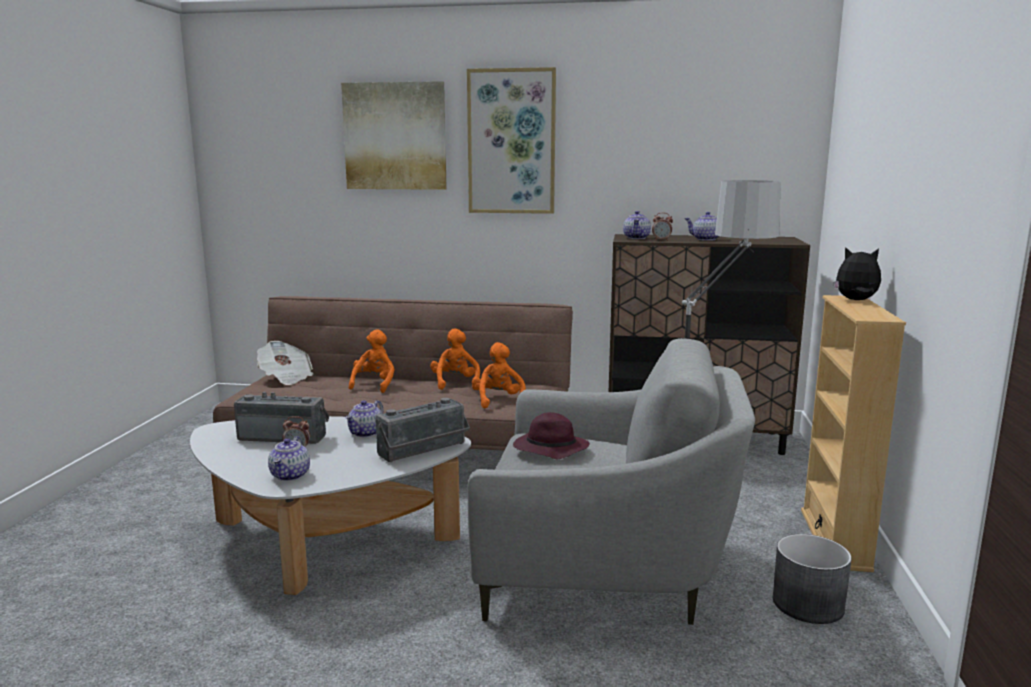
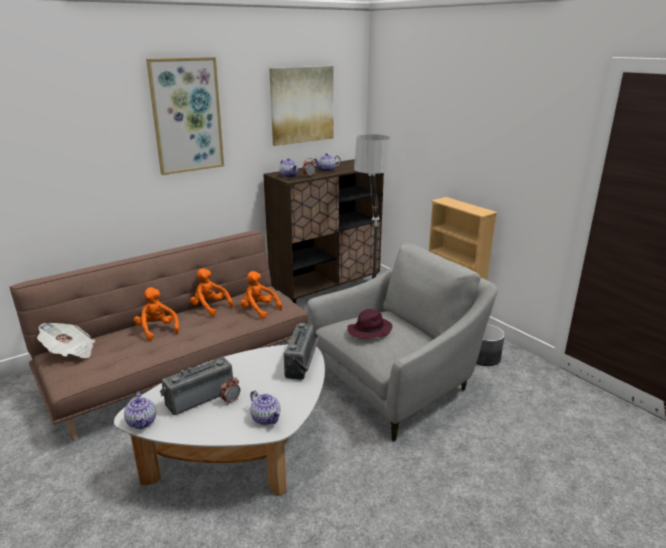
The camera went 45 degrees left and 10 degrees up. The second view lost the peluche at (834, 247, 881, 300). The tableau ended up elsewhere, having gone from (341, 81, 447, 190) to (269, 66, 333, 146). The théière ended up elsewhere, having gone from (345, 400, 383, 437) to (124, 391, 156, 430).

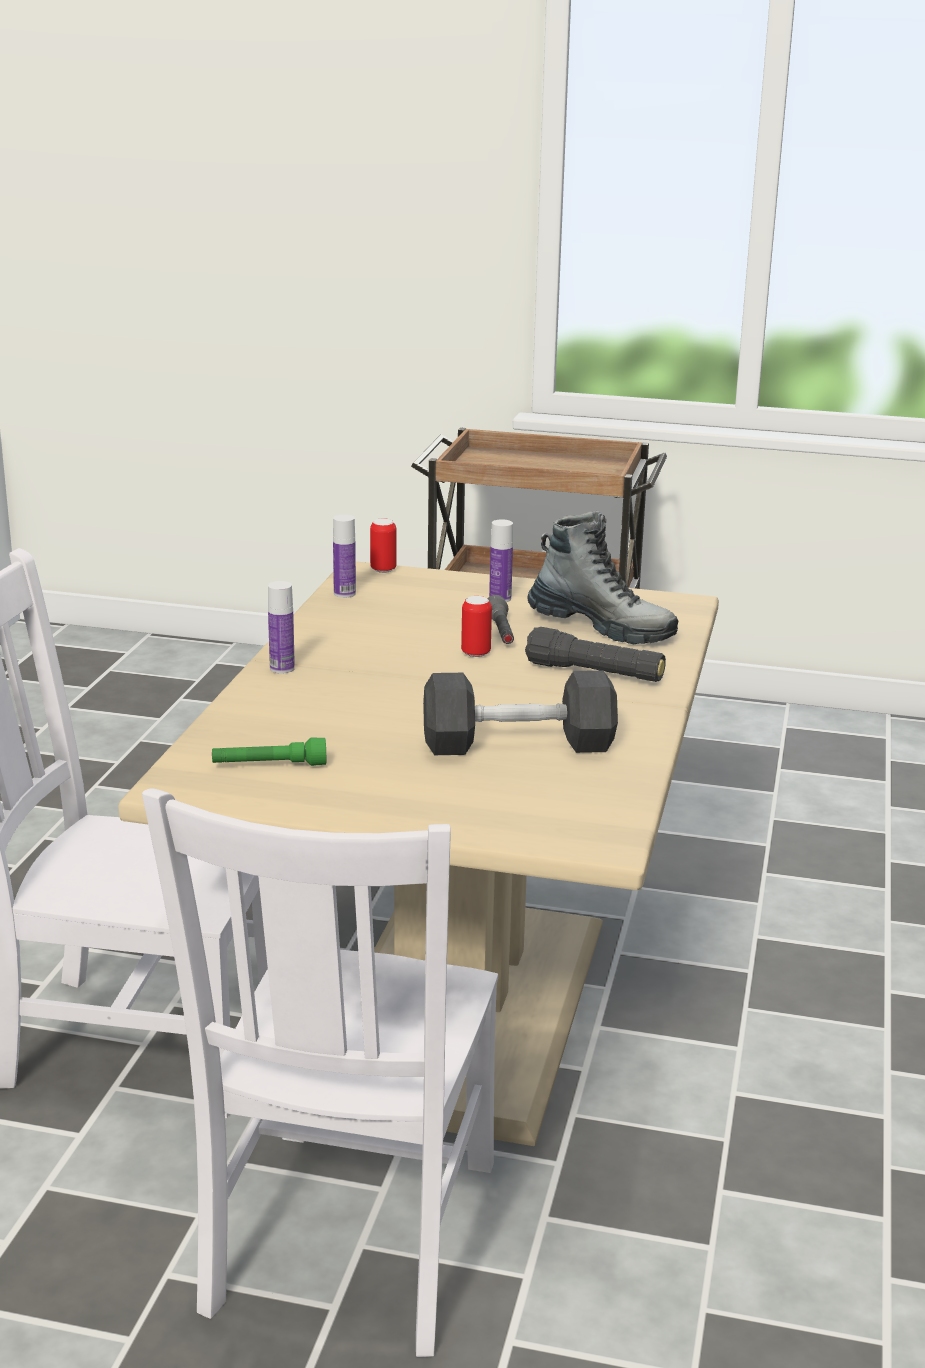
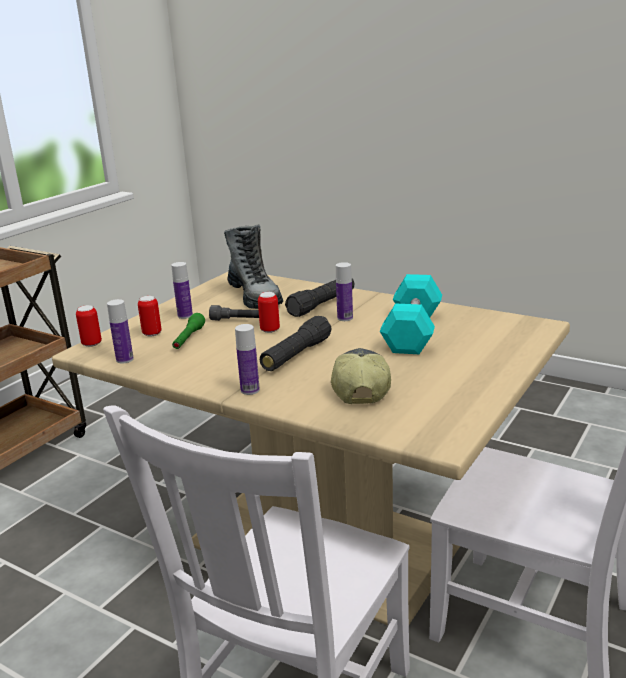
The camera went 70 degrees left and 0 degrees up. The second view gained the boîte métallique at (138, 296, 162, 336). The second view gained the lampe de poche/noir at (260, 316, 332, 371). The second view gained the casquette at (331, 348, 391, 404). The second view gained the bouteille at (336, 262, 353, 321). The lampe de poche/vert ended up elsewhere, having gone from (212, 738, 326, 766) to (172, 313, 205, 349). What was the haltère/gris at (423, 670, 618, 755) turned into the haltère/turquoise at (380, 274, 442, 354). The botte at (528, 511, 678, 644) ended up facing another way, 105 degrees clockwise from before.

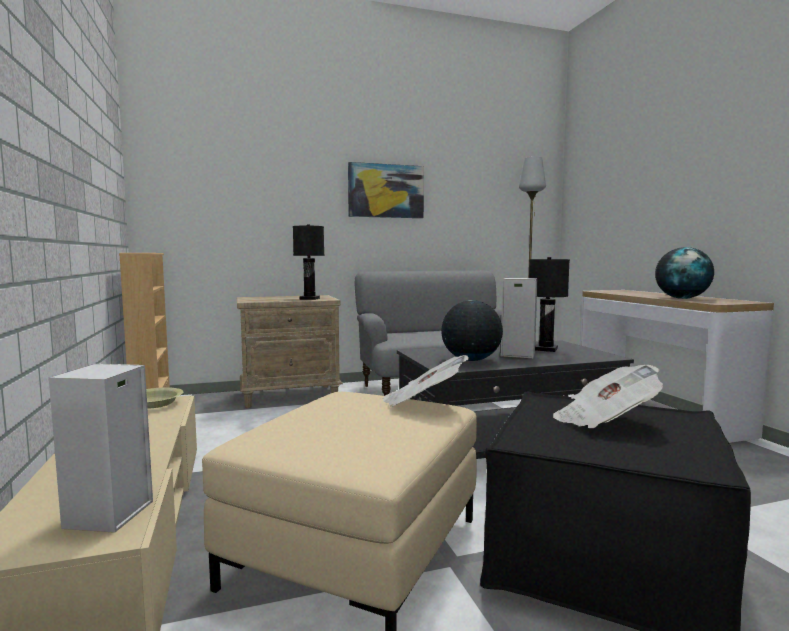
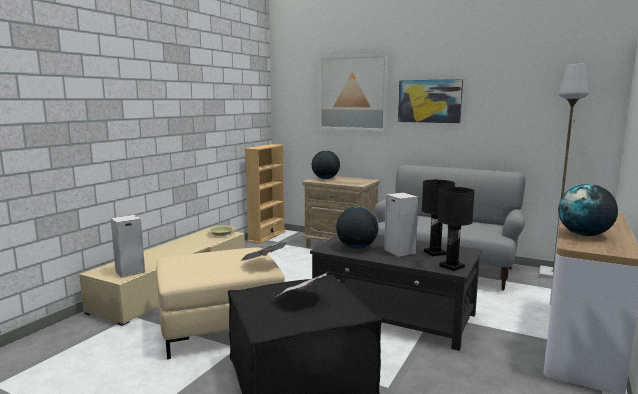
The camera went 45 degrees right and 5 degrees up. The second view gained the globe at (312, 150, 340, 179). The second view gained the tableau at (319, 53, 389, 131). The lampe de table/noir ended up elsewhere, having gone from (293, 225, 324, 300) to (437, 187, 475, 271).

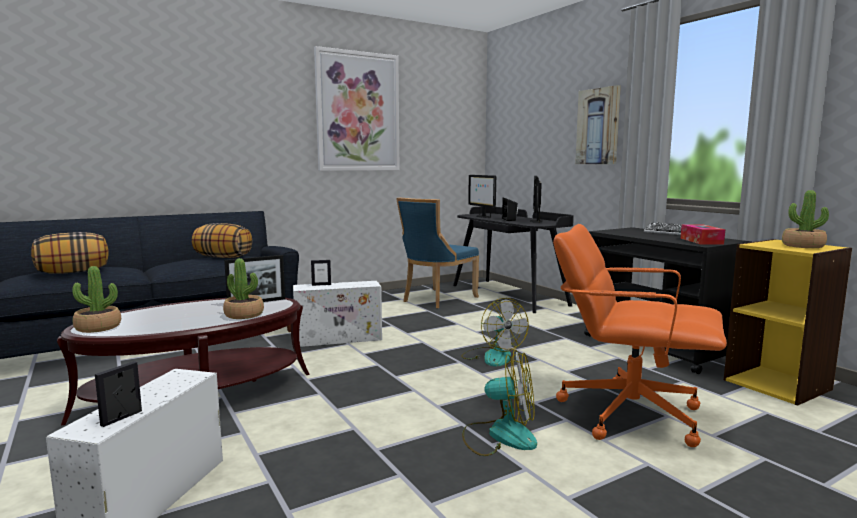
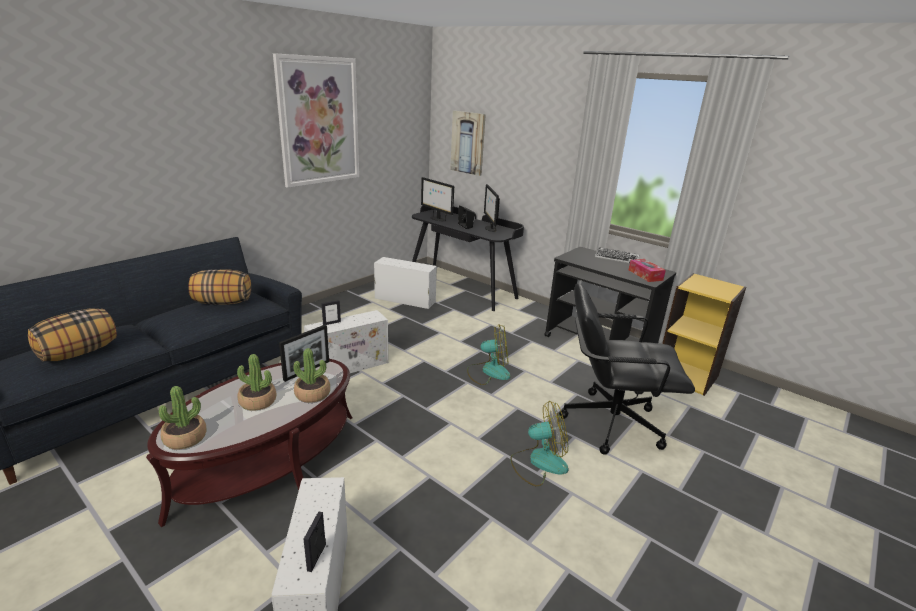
The camera went 20 degrees left and 15 degrees up. The tableau ended up elsewhere, having gone from (575, 85, 621, 164) to (450, 111, 486, 176). The plante en pot ended up elsewhere, having gone from (782, 190, 829, 248) to (237, 354, 276, 411). Where the chaise/bleu stood at (396, 198, 479, 309), the boîte de rangement/blanc came to stand at (374, 257, 437, 309). What was the chaise de bureau/orange at (553, 224, 727, 447) turned into the chaise de bureau/noir at (559, 283, 695, 455). The ventilateur at (461, 298, 529, 366) ended up facing another way, 45 degrees counterclockwise from before.

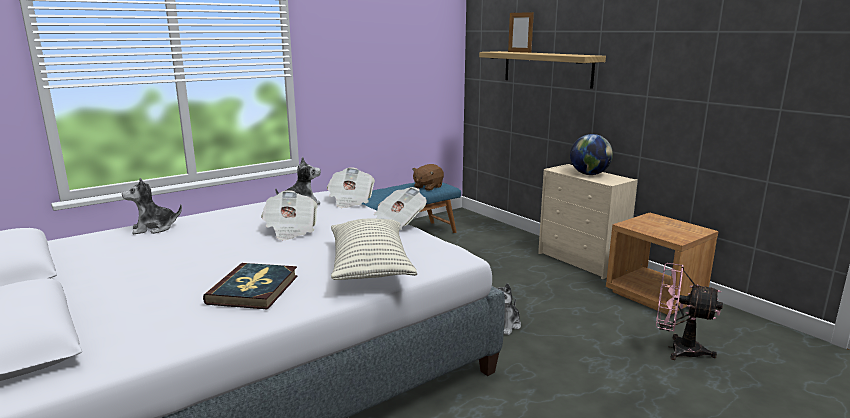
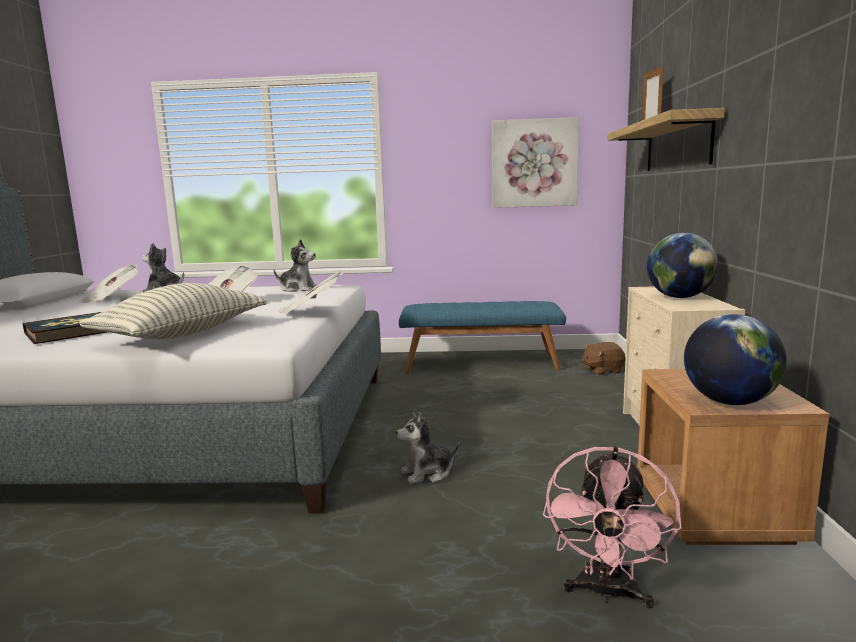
The camera went 40 degrees right and 5 degrees down. The second view gained the tableau at (492, 117, 579, 208). The second view gained the globe at (684, 314, 787, 405). The journal ended up elsewhere, having gone from (327, 167, 375, 208) to (79, 264, 139, 303). The peluche/marron ended up elsewhere, having gone from (412, 164, 444, 191) to (582, 342, 625, 375). The ventilateur/rose at (656, 263, 723, 360) ended up facing another way, 135 degrees counterclockwise from before.

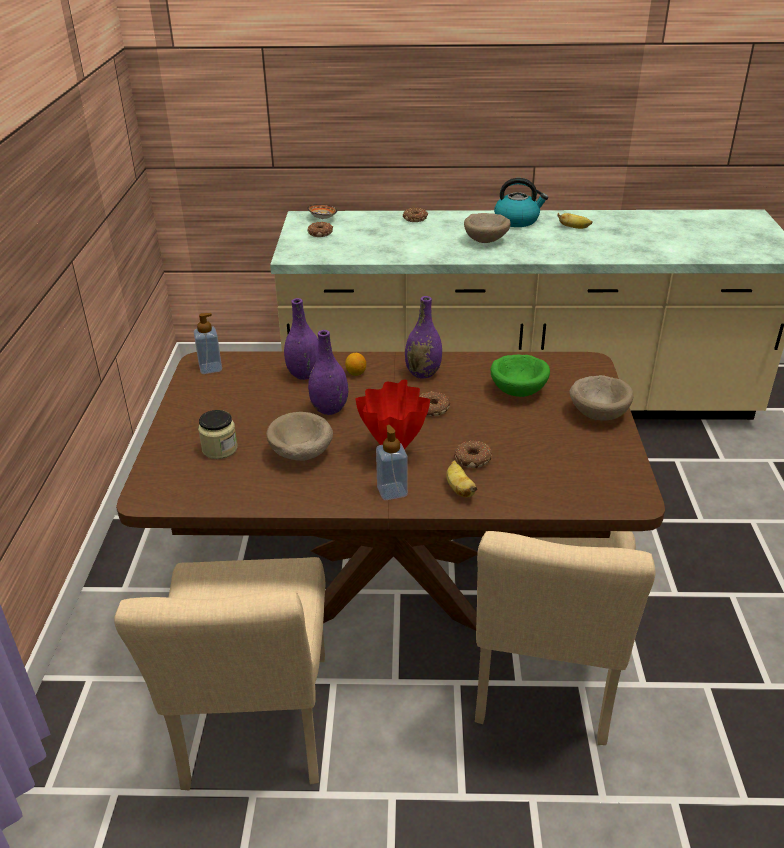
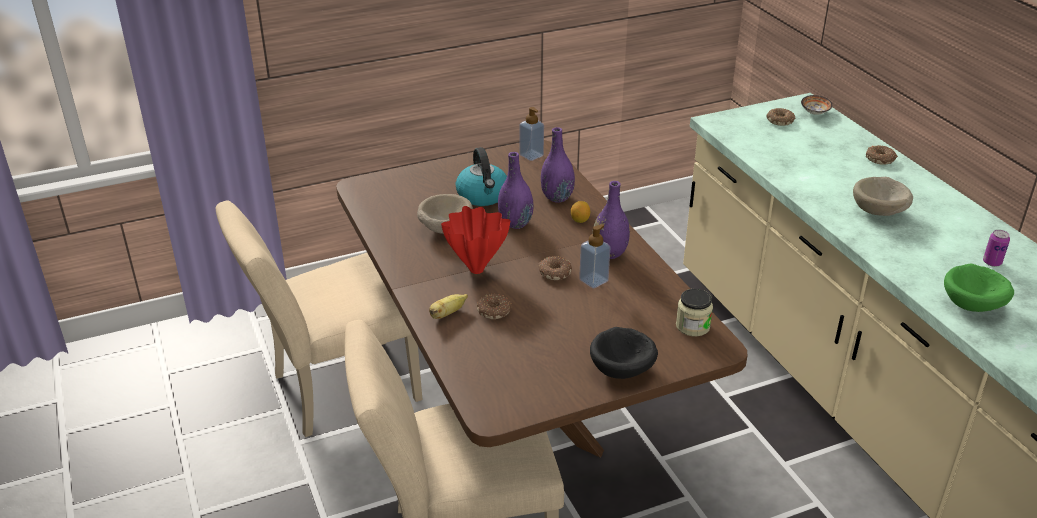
The camera went 65 degrees right and 0 degrees up. The bocal ended up elsewhere, having gone from (198, 410, 237, 459) to (676, 289, 713, 337). The distributeur de savon ended up elsewhere, having gone from (376, 425, 408, 500) to (579, 224, 610, 289). The bol/vert ended up elsewhere, having gone from (491, 354, 550, 397) to (944, 264, 1014, 312). The bouilloire ended up elsewhere, having gone from (494, 178, 548, 227) to (456, 147, 507, 206). Where the banane stood at (557, 213, 593, 229), the boîte métallique came to stand at (983, 230, 1010, 267). What was the bol/beige at (570, 375, 634, 420) turned into the bol/noir at (590, 327, 658, 379).

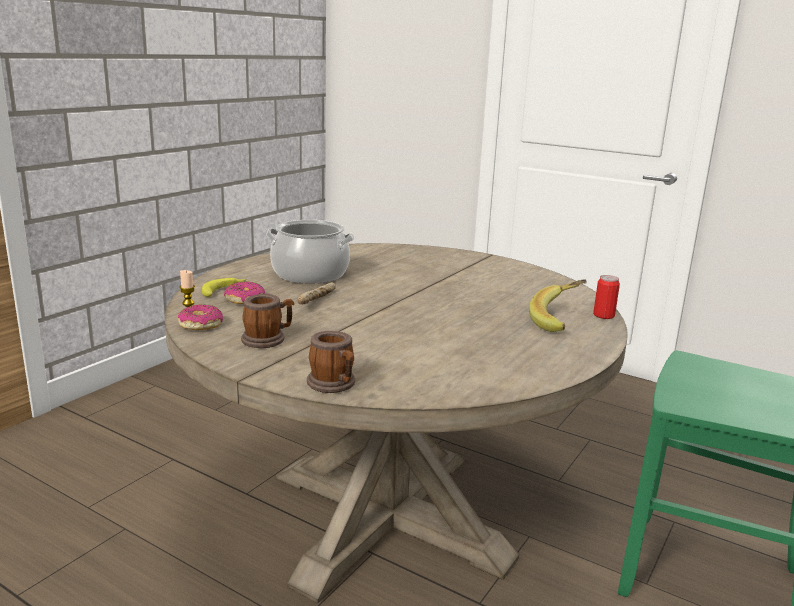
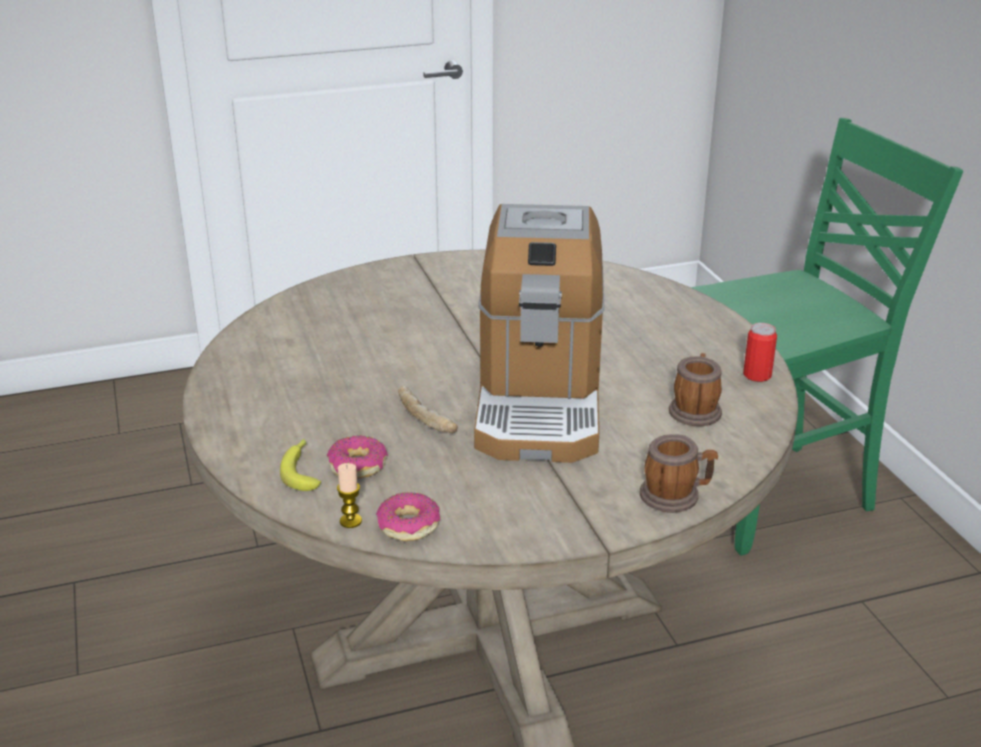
The camera went 50 degrees left and 10 degrees up. The second view lost the marmite at (266, 220, 355, 284). The second view lost the banane at (529, 279, 586, 332). The second view gained the machine à café at (474, 204, 604, 463). The mug ended up elsewhere, having gone from (241, 293, 294, 348) to (669, 353, 722, 426). The boîte métallique ended up elsewhere, having gone from (593, 275, 620, 319) to (743, 323, 777, 382).

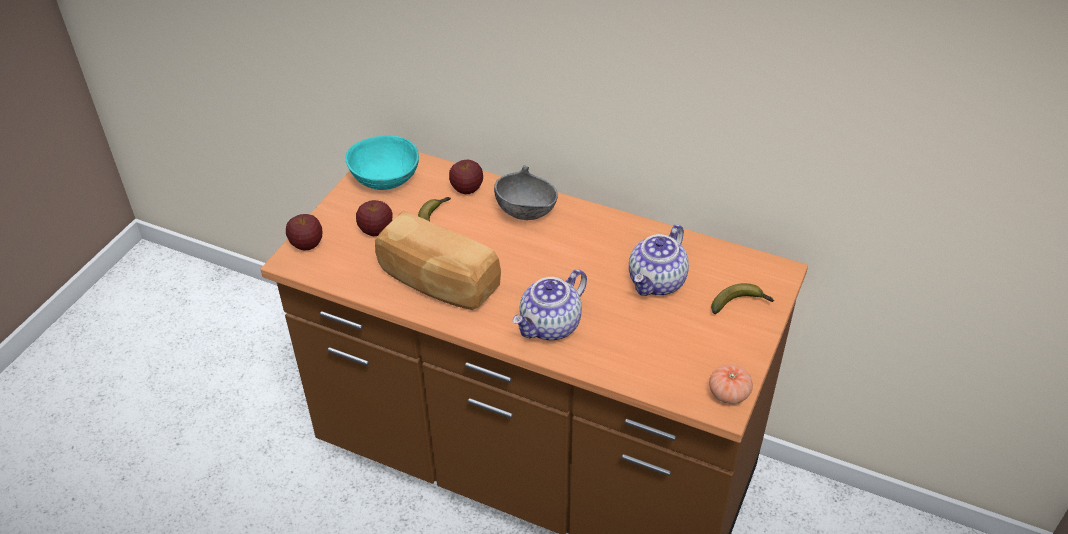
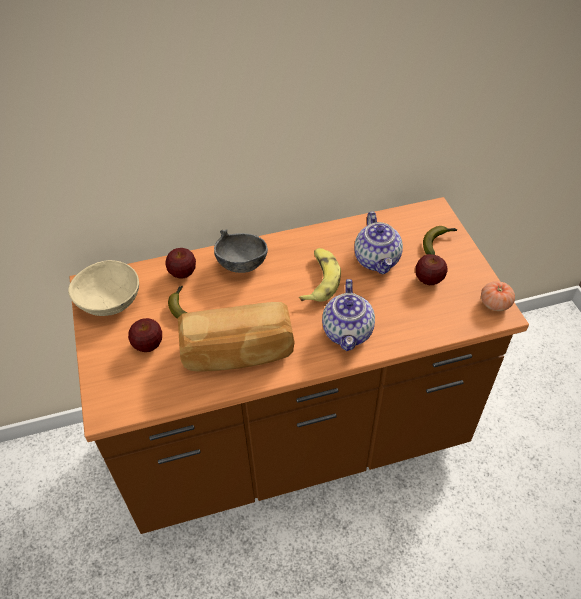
The camera went 40 degrees left and 5 degrees up. The second view gained the banane at (299, 248, 341, 302). The pomme ended up elsewhere, having gone from (286, 214, 322, 251) to (415, 254, 448, 285). What was the bol/turquoise at (345, 136, 419, 190) turned into the bol/beige at (68, 260, 139, 316).

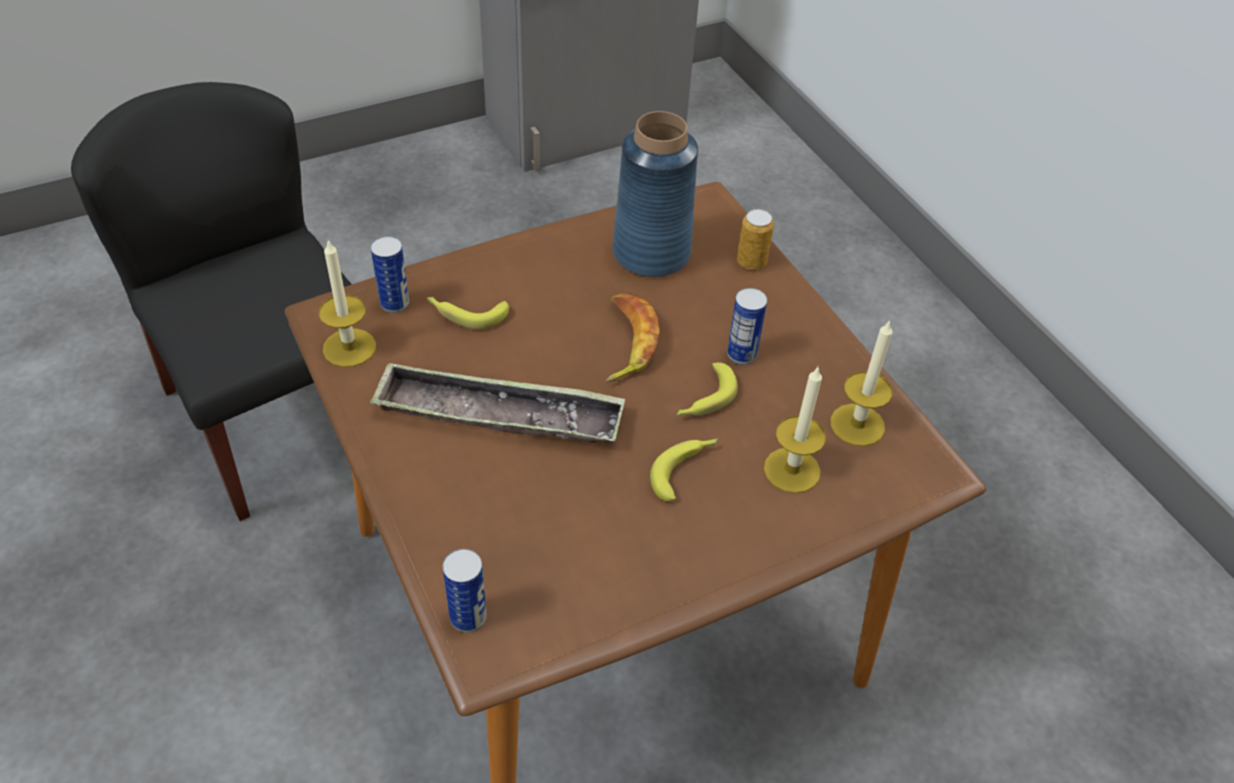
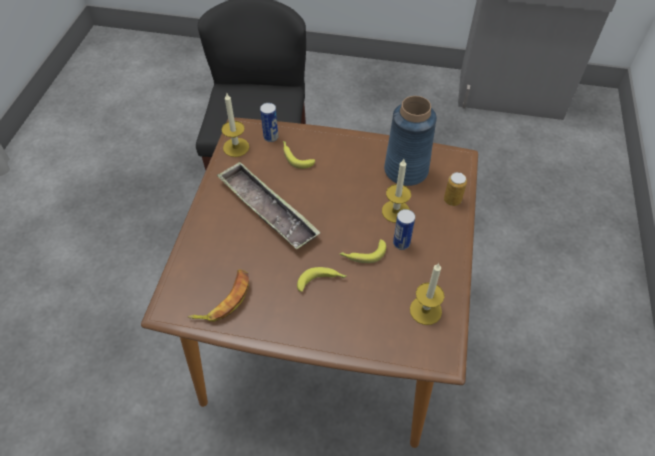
The camera went 40 degrees right and 5 degrees up. The second view lost the boîte métallique at (443, 549, 487, 633). The banane ended up elsewhere, having gone from (606, 293, 659, 382) to (188, 269, 249, 322). The bougie ended up elsewhere, having gone from (764, 367, 826, 493) to (382, 159, 411, 223).

